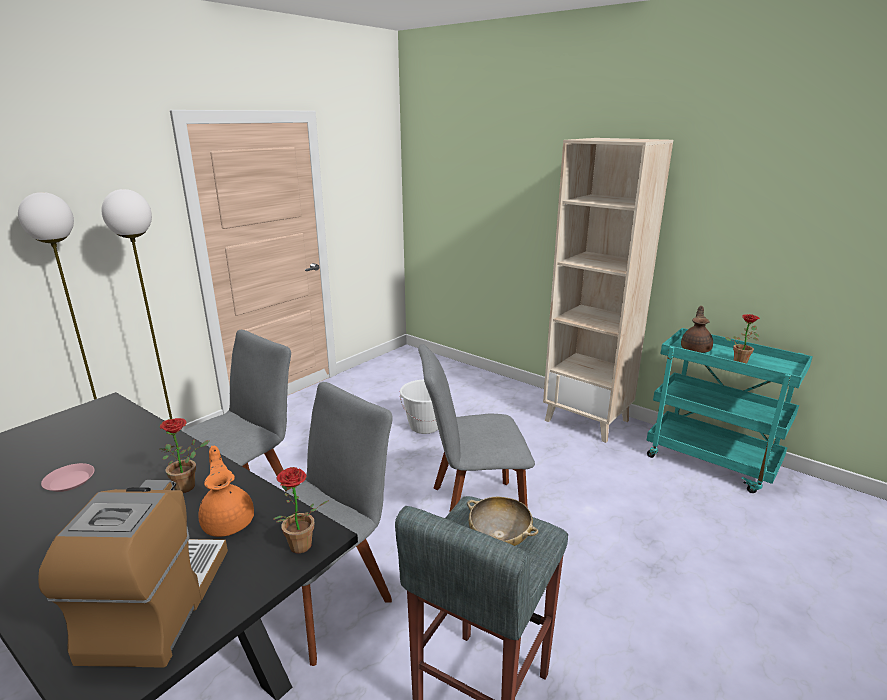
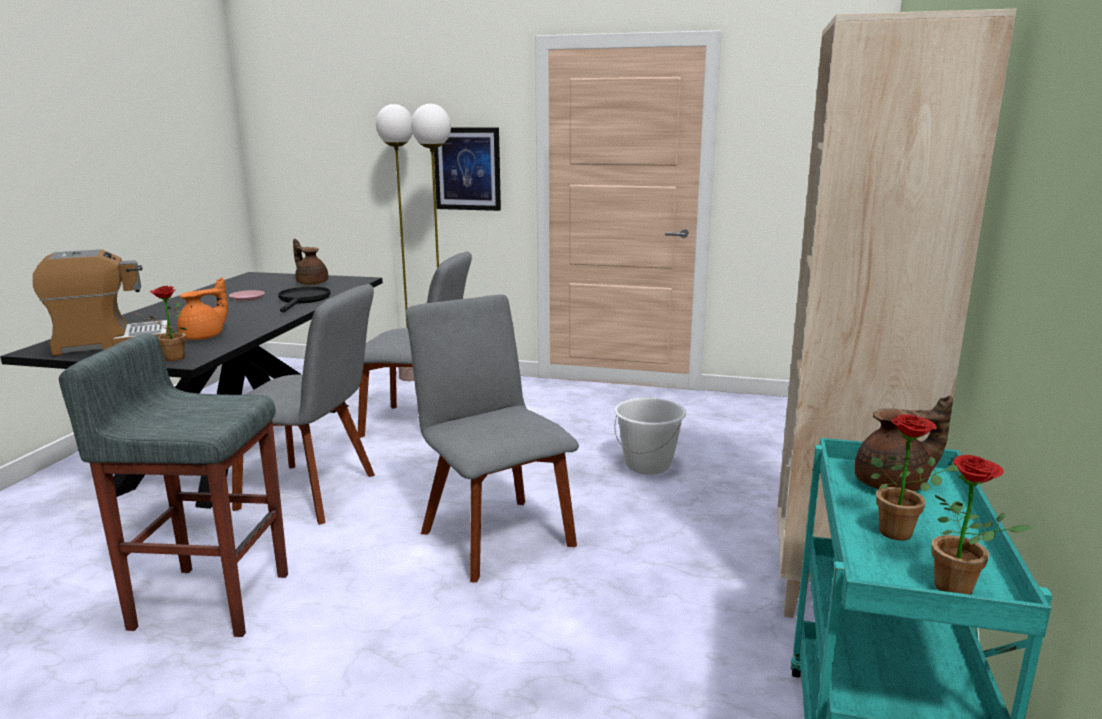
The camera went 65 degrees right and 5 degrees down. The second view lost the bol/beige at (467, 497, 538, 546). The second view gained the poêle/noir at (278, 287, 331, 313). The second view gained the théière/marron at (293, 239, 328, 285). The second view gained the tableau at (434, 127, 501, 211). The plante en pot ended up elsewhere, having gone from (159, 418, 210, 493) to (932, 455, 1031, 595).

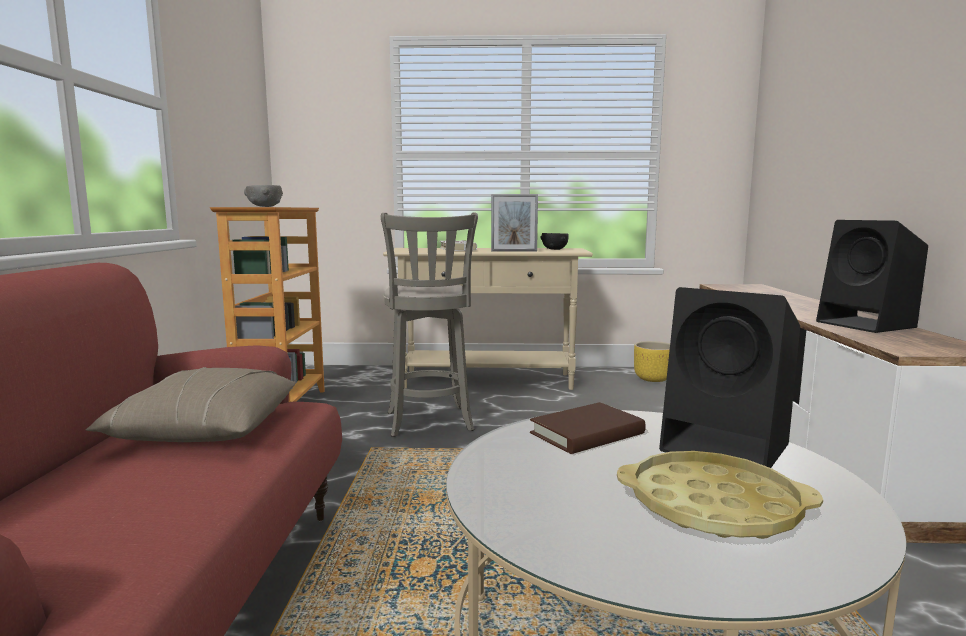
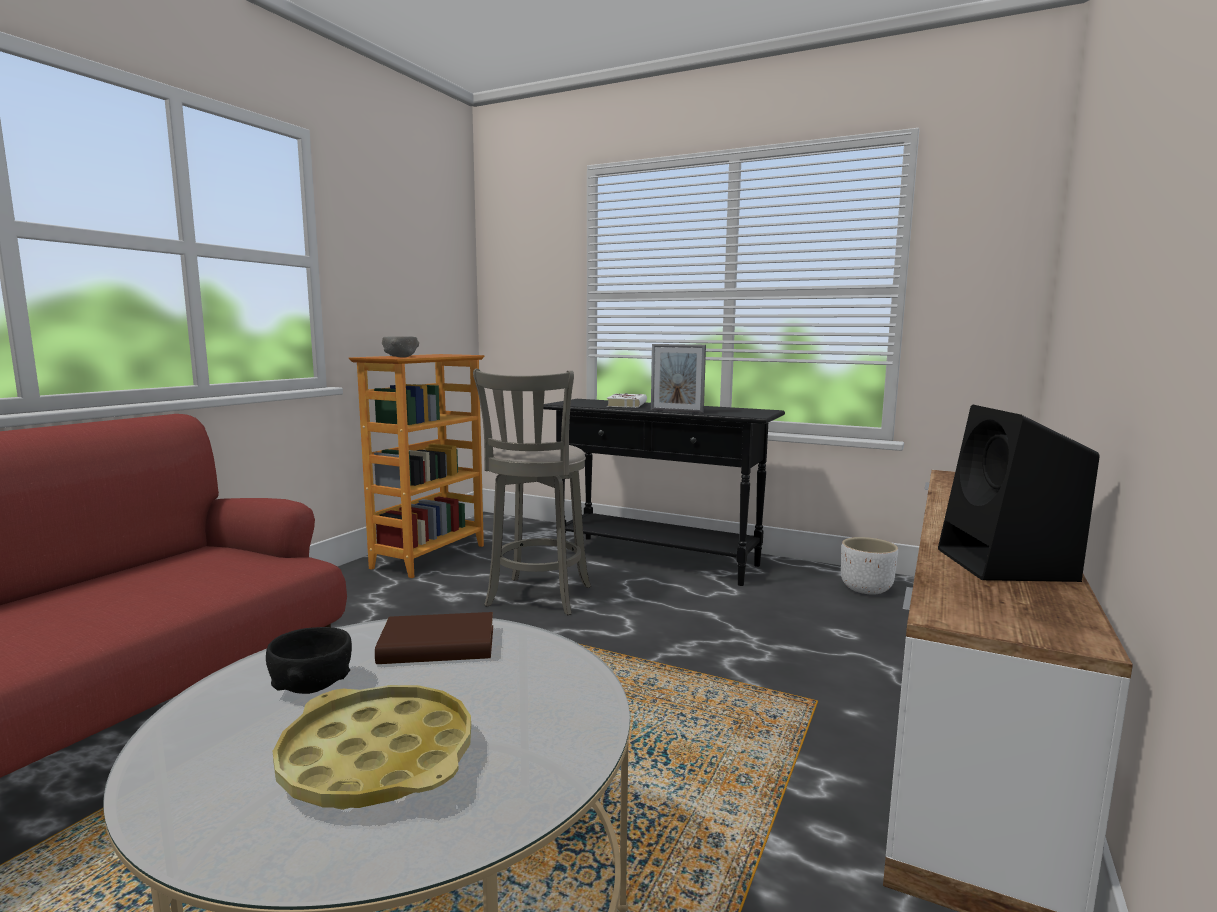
The camera went 25 degrees right and 0 degrees up. The second view lost the coussin/beige at (86, 367, 296, 442). The second view lost the enceinte/noir at (659, 287, 800, 468). The bol/noir ended up elsewhere, having gone from (541, 233, 569, 250) to (266, 627, 352, 694). What was the table console/beige at (383, 248, 593, 390) turned into the table console/noir at (543, 399, 785, 586). What was the cache-pot/jaune at (634, 341, 670, 382) turned into the cache-pot/blanc at (841, 537, 898, 595).

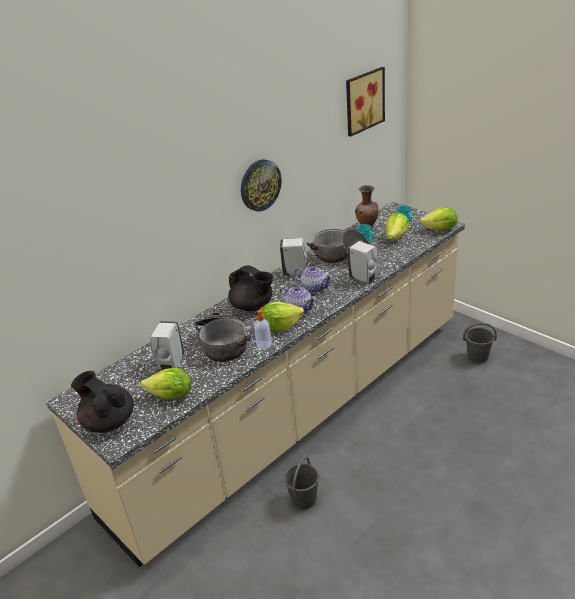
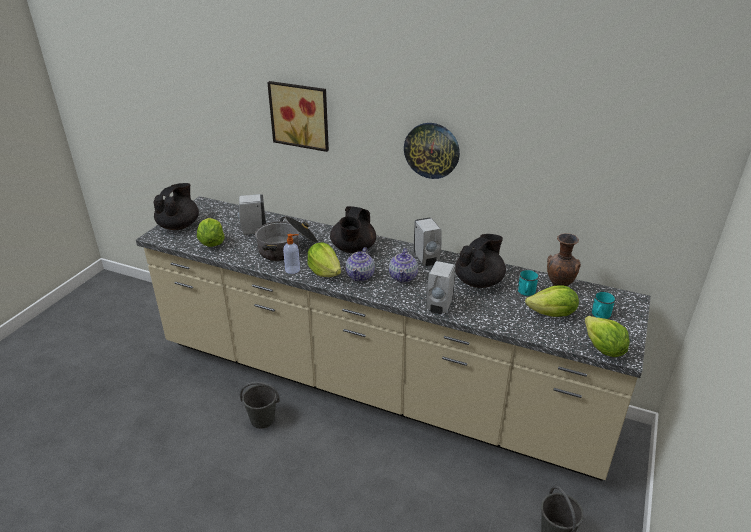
The camera went 65 degrees right and 0 degrees up. The tableau ended up elsewhere, having gone from (346, 67, 385, 137) to (267, 81, 329, 152). Where the marmite stood at (307, 229, 370, 263), the théière/noir came to stand at (455, 234, 506, 288).

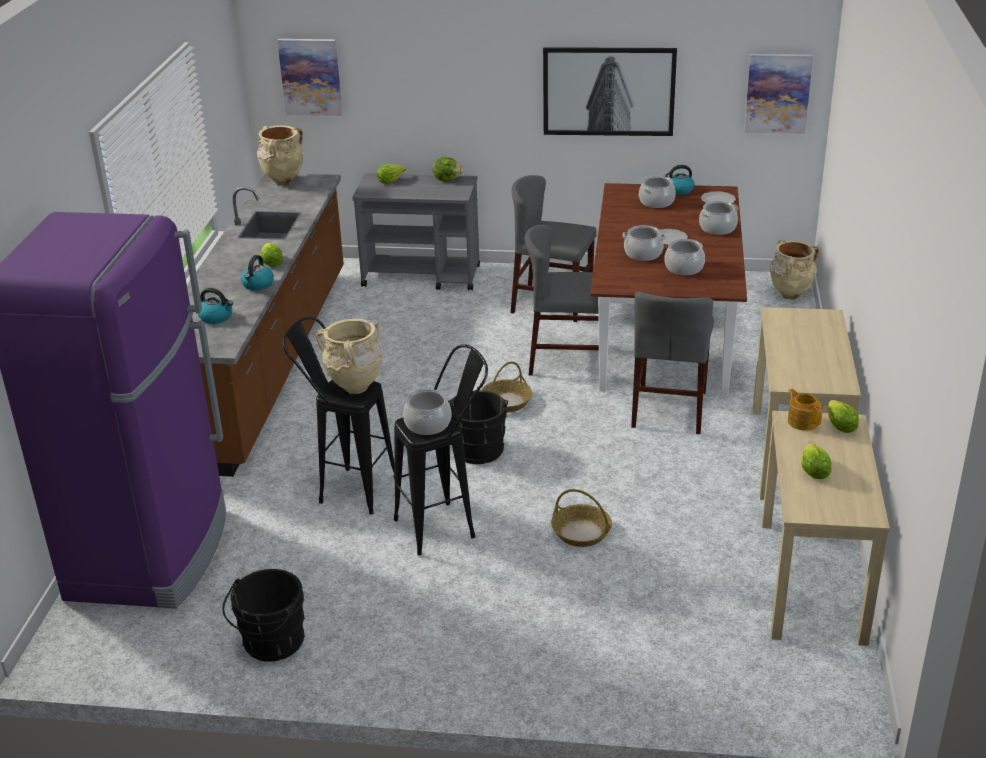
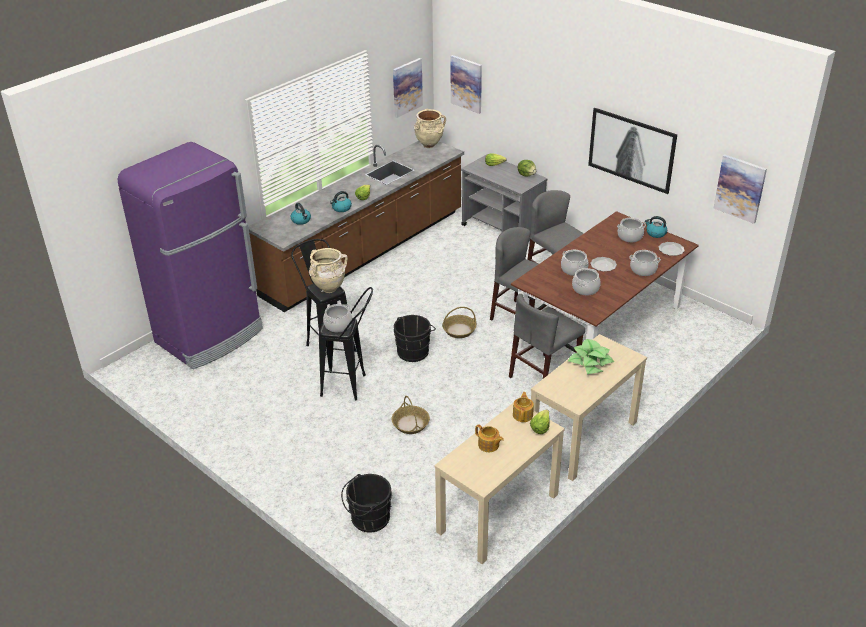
The camera went 35 degrees right and 5 degrees up. The second view lost the vase/beige at (770, 240, 819, 300). The second view gained the tableau at (393, 58, 423, 118). The second view gained the plante en pot at (568, 339, 614, 375). The seau/noir ended up elsewhere, having gone from (222, 569, 305, 661) to (341, 474, 392, 533). Where the laitue stood at (801, 443, 832, 479), the théière came to stand at (475, 424, 504, 452).

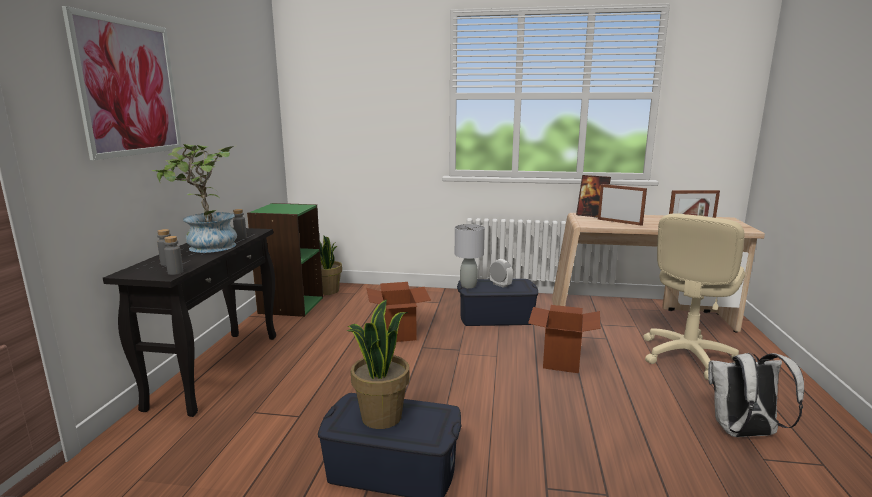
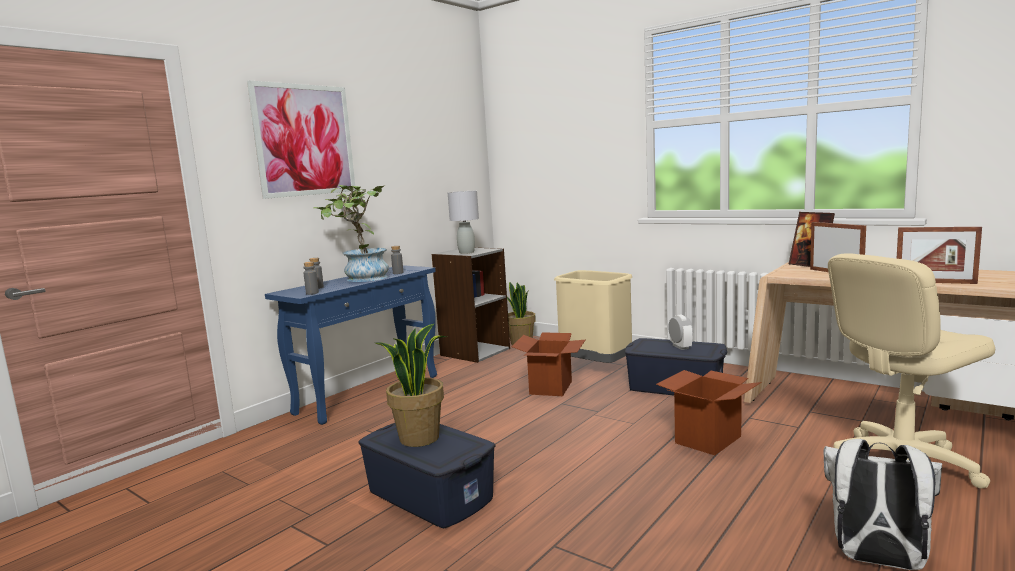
The camera went 30 degrees right and 5 degrees down. The second view gained the poubelle/beige at (554, 270, 632, 363). The lampe de table/gris ended up elsewhere, having gone from (455, 224, 485, 288) to (448, 191, 479, 254). What was the table console/noir at (103, 228, 276, 417) turned into the table console/bleu at (265, 265, 437, 425). What was the bibliothèque/vert at (247, 203, 323, 317) turned into the bibliothèque/gris at (432, 247, 510, 363).

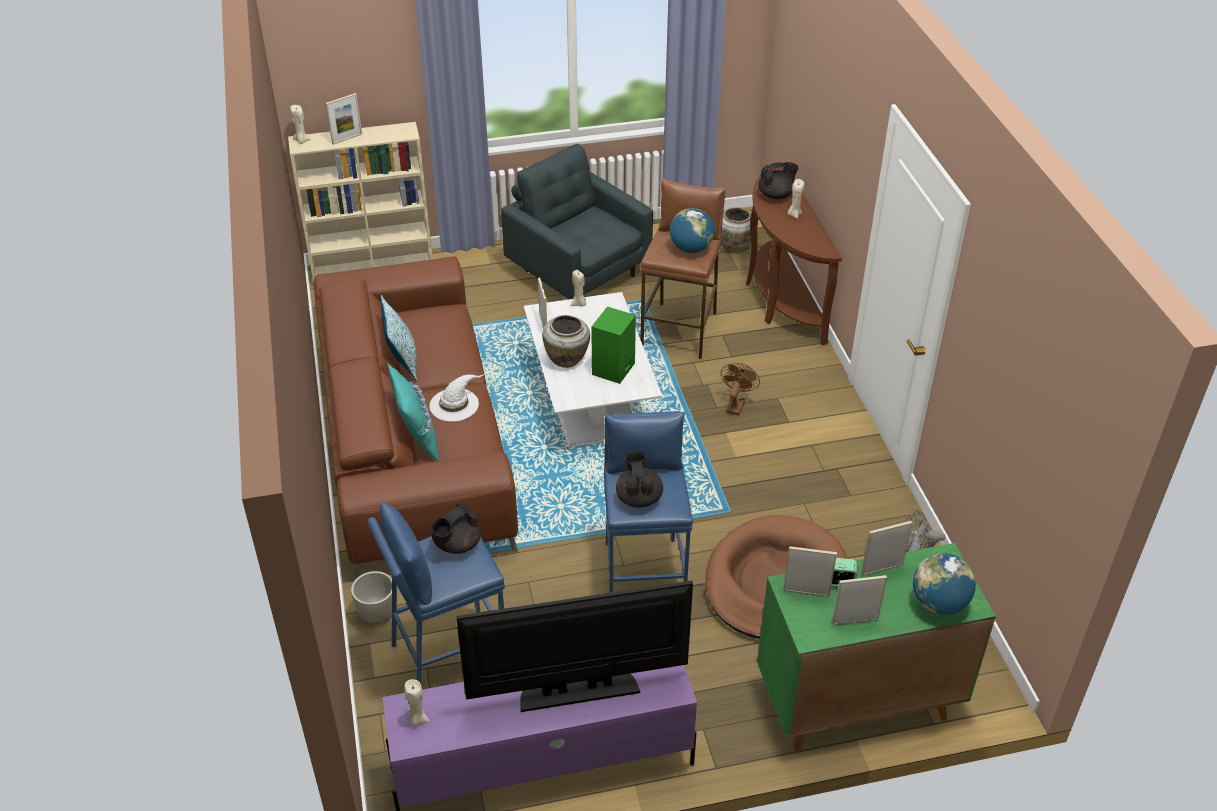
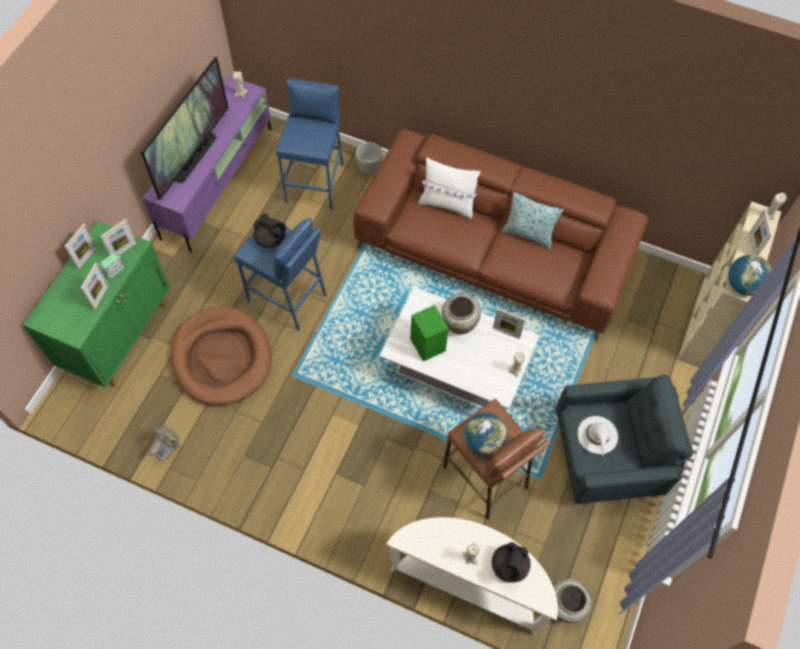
The camera went 125 degrees right and 20 degrees up. The second view lost the théière/noir at (430, 503, 481, 554). The second view lost the ventilateur/marron at (721, 363, 760, 415). The chapeau/blanc ended up elsewhere, having gone from (429, 375, 483, 421) to (577, 416, 618, 456). The globe ended up elsewhere, having gone from (913, 553, 976, 615) to (728, 255, 772, 296). What was the coussin/turquoise at (387, 363, 439, 462) turned into the coussin/blanc at (418, 157, 480, 218). What was the table console/marron at (746, 167, 842, 346) turned into the table console/blanc at (386, 517, 558, 636).

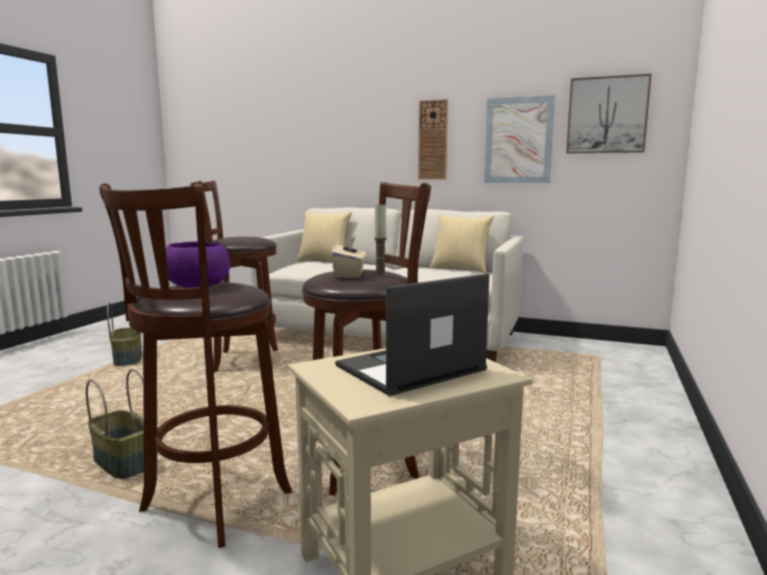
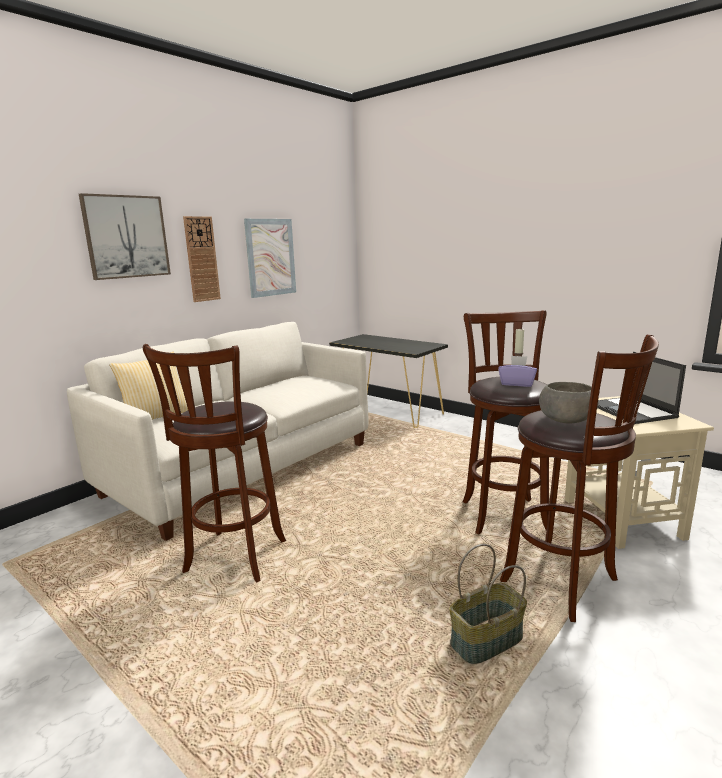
The camera went 70 degrees left and 5 degrees up. The second view lost the panier at (107, 302, 142, 366). The second view lost the coussin at (430, 214, 494, 274). The second view gained the table console/noir at (329, 334, 448, 428). The tableau ended up elsewhere, having gone from (566, 74, 652, 154) to (79, 193, 171, 280). What was the bol/violet at (166, 242, 230, 288) turned into the bol/gris at (539, 382, 599, 424). What was the boîte à mouchoirs/beige at (331, 236, 366, 278) turned into the boîte à mouchoirs/violet at (498, 355, 537, 387).

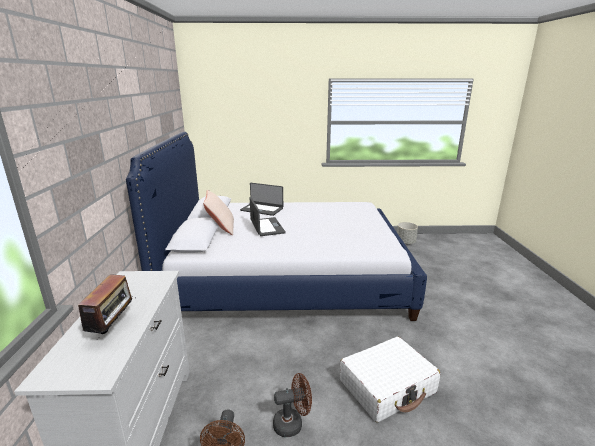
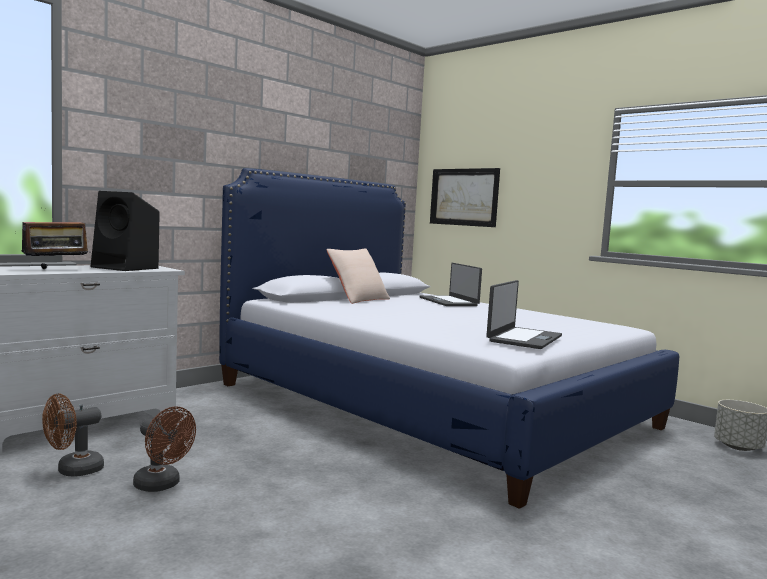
The camera went 45 degrees right and 15 degrees down. The second view lost the valise/blanc at (340, 337, 440, 422). The second view gained the enceinte/noir at (91, 191, 160, 271). The second view gained the tableau at (430, 168, 500, 227). The ordinateur portable ended up elsewhere, having gone from (250, 197, 286, 236) to (486, 280, 562, 349).

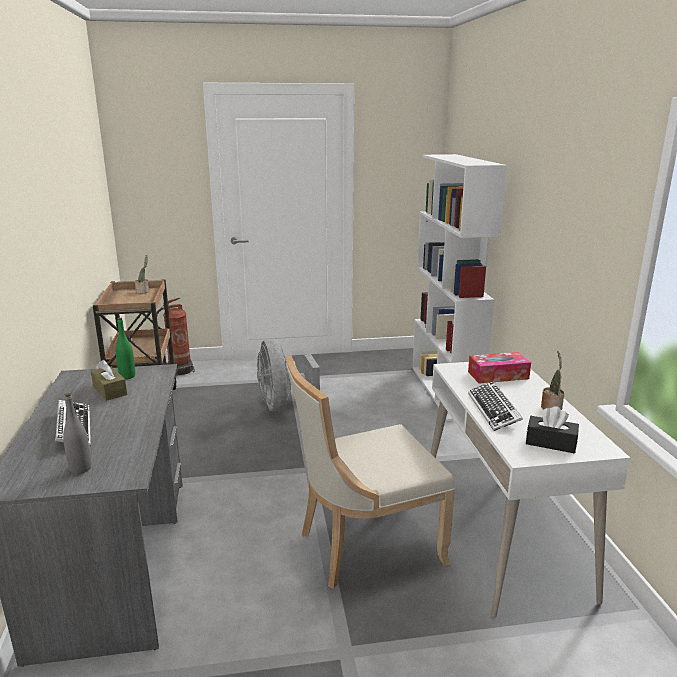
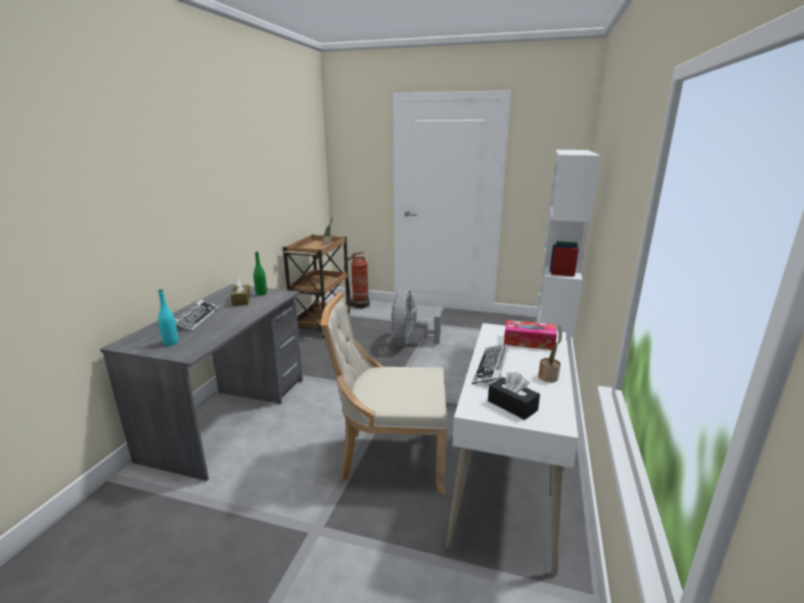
The camera went 25 degrees right and 0 degrees up. What was the bouteille/gris at (63, 393, 91, 474) turned into the bouteille/turquoise at (158, 289, 179, 346).

